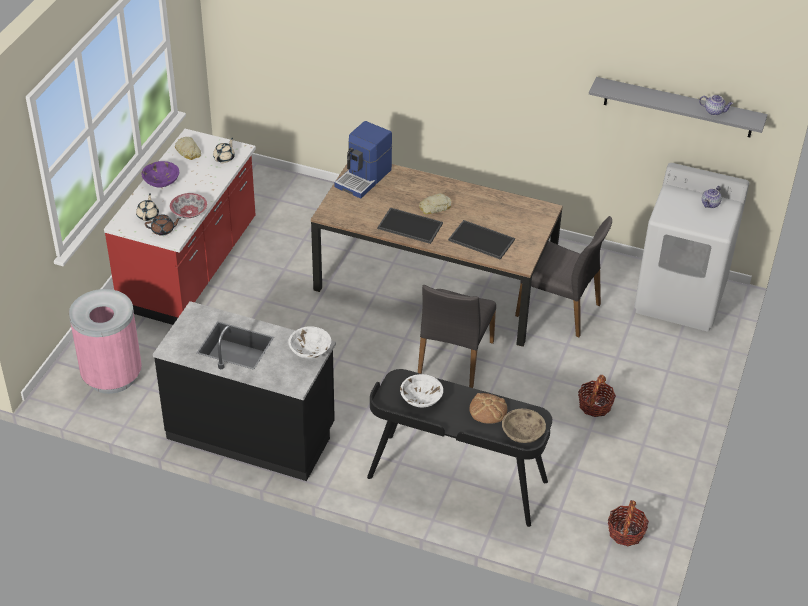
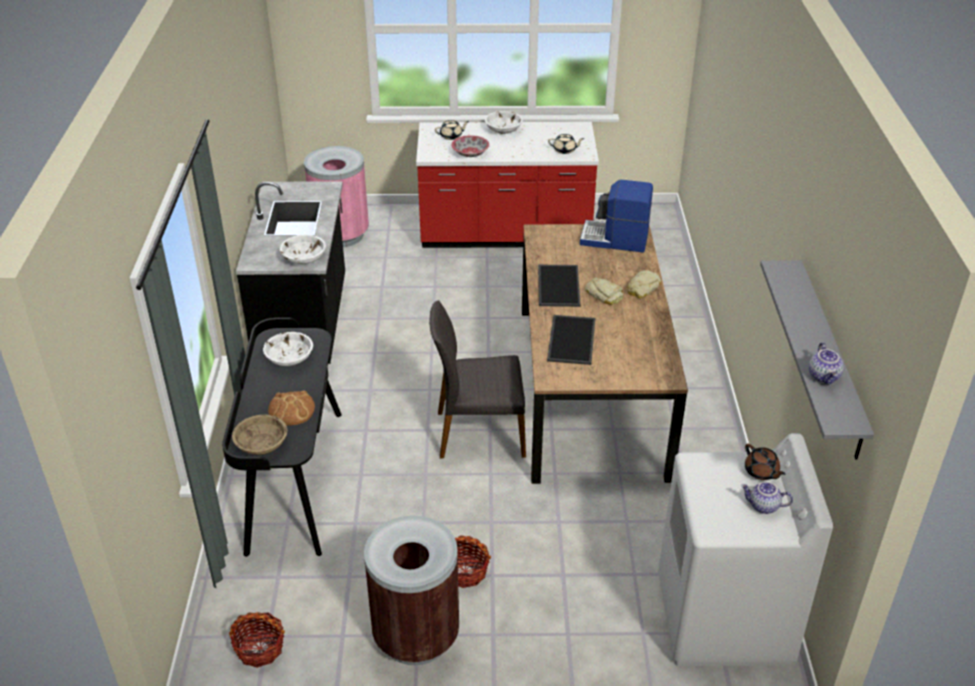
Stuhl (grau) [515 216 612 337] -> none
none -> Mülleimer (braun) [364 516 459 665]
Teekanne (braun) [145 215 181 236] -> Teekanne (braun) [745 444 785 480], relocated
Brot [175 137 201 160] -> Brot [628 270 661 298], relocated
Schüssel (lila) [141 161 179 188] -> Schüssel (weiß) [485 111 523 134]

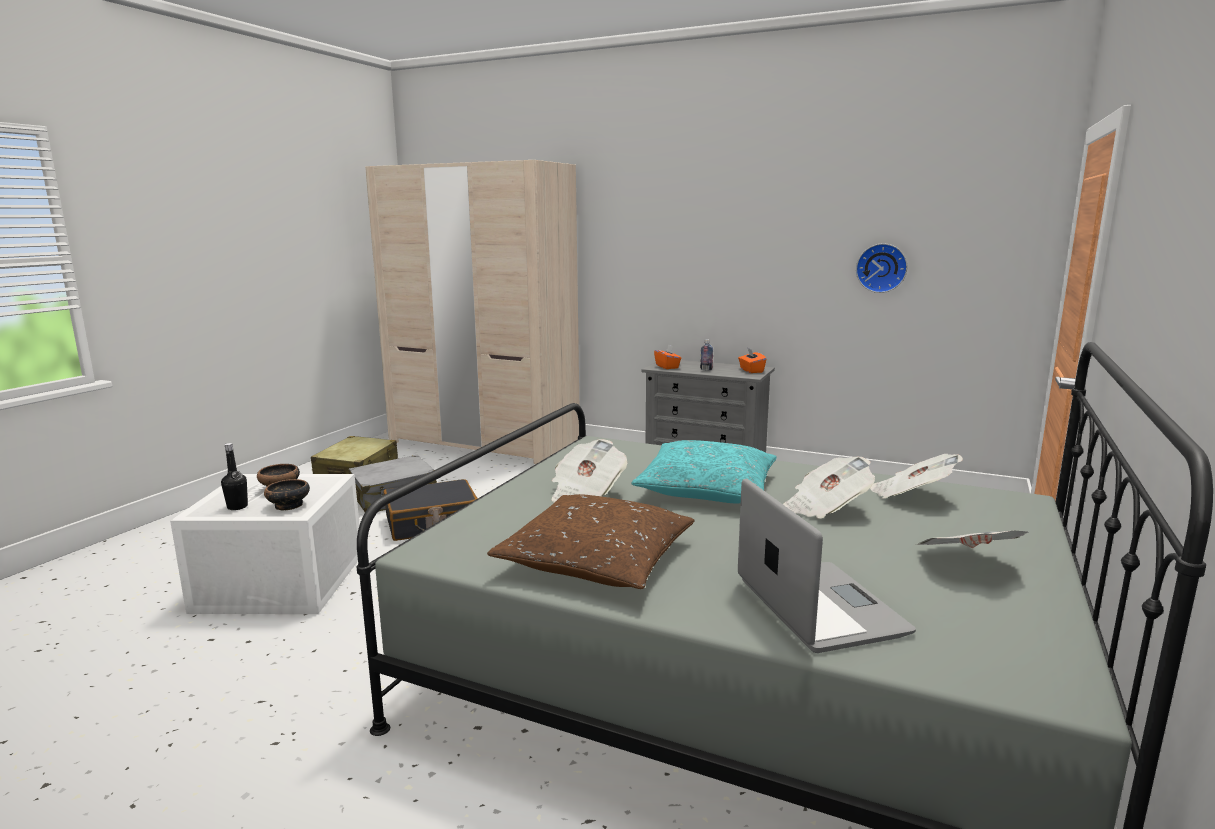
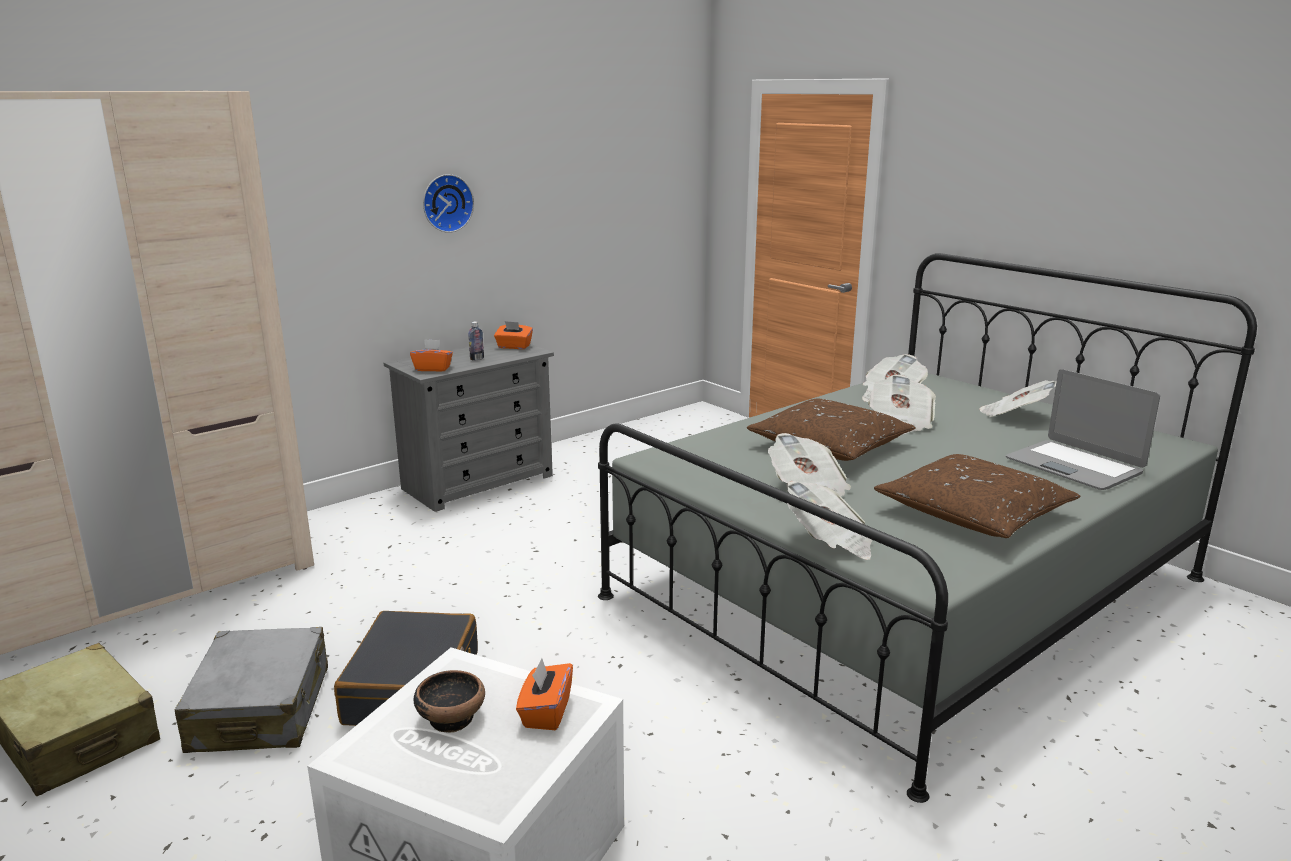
Flasche (schwarz) [221 443 248 510] -> none
none -> Zeitung [787 481 872 560]
Wanduhr [856 243 907 293] -> Wanduhr [423 174 474 233], relocated
Schüssel [264 479 310 510] -> Taschentuchbox (orange) [516 658 573 730]
Kissen (türkis) [632 440 777 503] -> Kissen (braun) [747 399 916 461]
Laptop [738 479 916 653] -> Laptop [1006 369 1160 490], 135 degrees counterclockwise

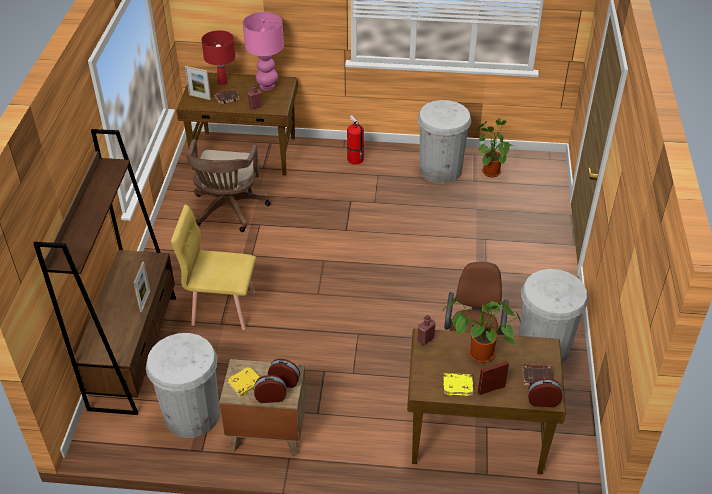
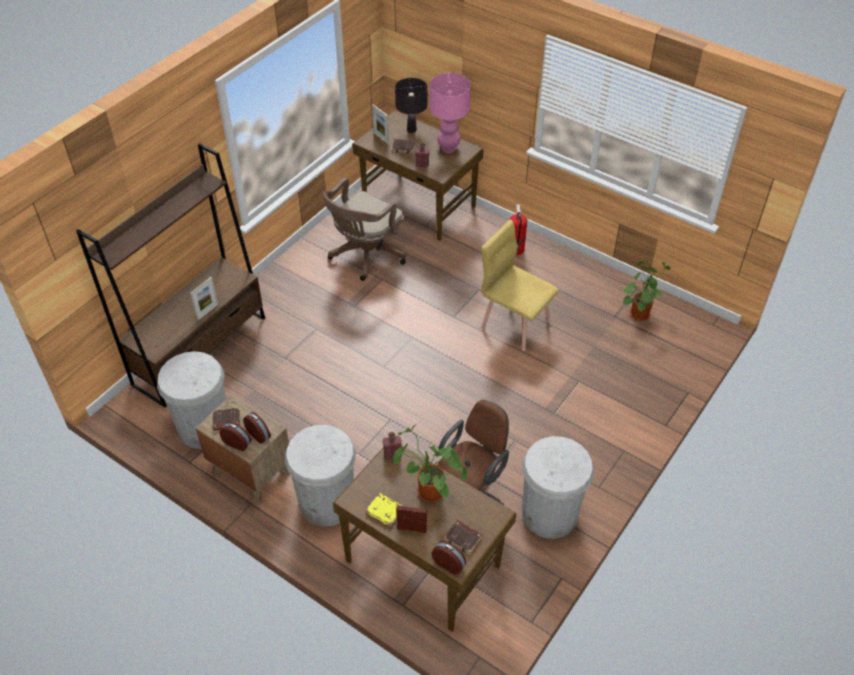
Stuhl (gelb) [171 205 256 330] -> Stuhl (gelb) [481 219 559 351], relocated
Mülleimer (weiß) [418 100 471 184] -> Mülleimer (weiß) [285 425 356 526], relocated
Tischlampe (rot) [201 30 235 85] -> Tischlampe (schwarz) [395 78 428 133]
Buch (gelb) [227 366 260 396] -> Buch (braun) [212 408 240 431]

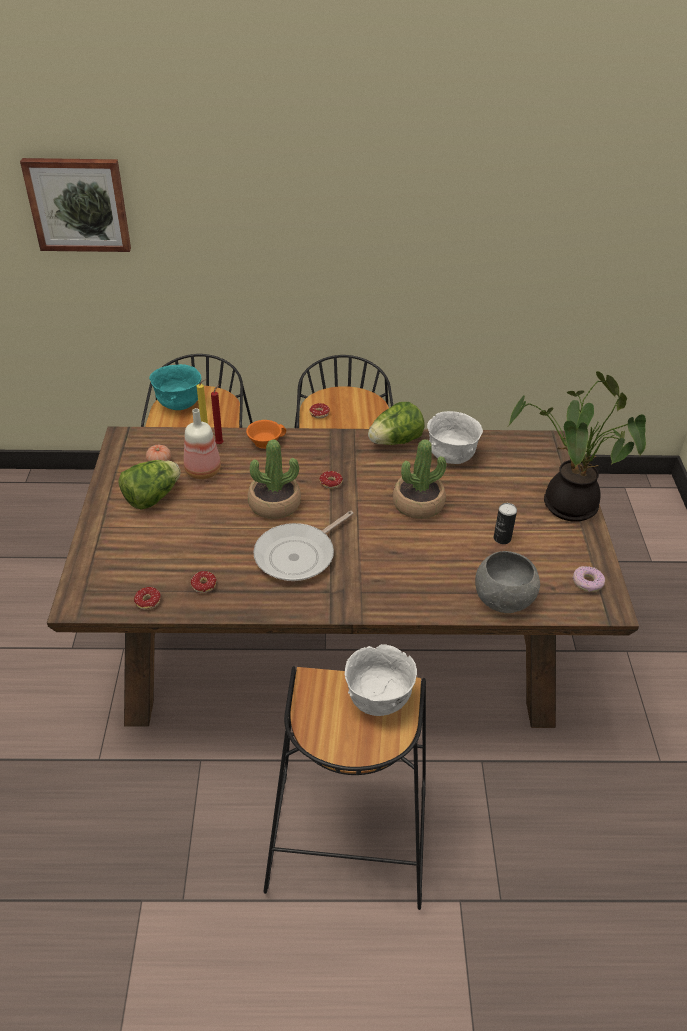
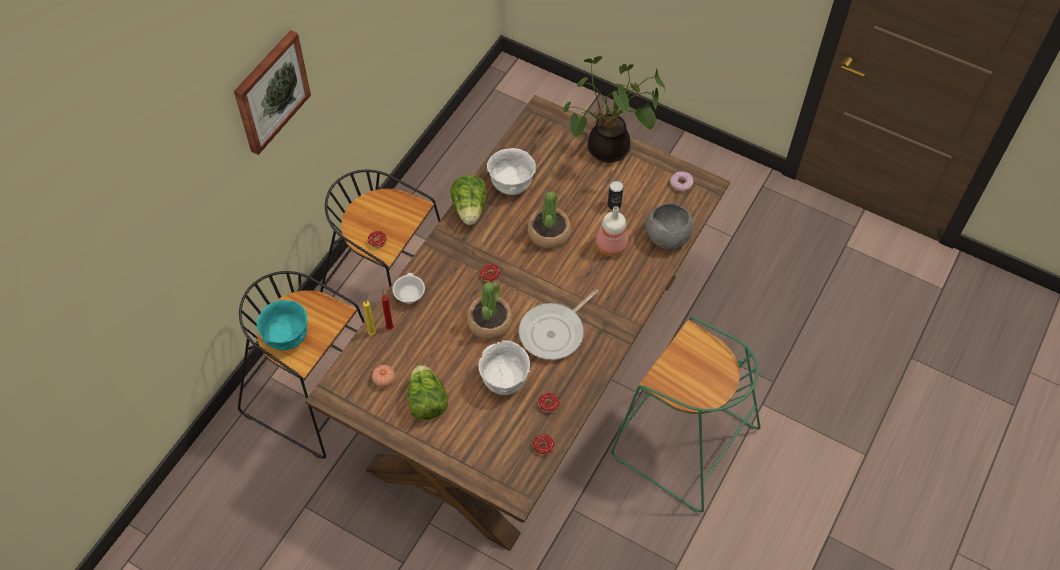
Bild [20 158 131 252] -> Bild [234 30 311 155], relocated
Flasche [184 408 221 479] -> Flasche [596 206 628 257], relocated
Schüssel (weiß) [345 644 417 716] -> Schüssel (weiß) [478 340 530 395], relocated
Tasse (orange) [246 420 286 449] -> Tasse (weiß) [392 273 425 304]
Hocker (schwarz) [264 666 426 910] -> Hocker (grün) [611 317 761 512]
Pfanne [253 511 354 581] -> Pfanne [519 289 599 360], 60 degrees clockwise

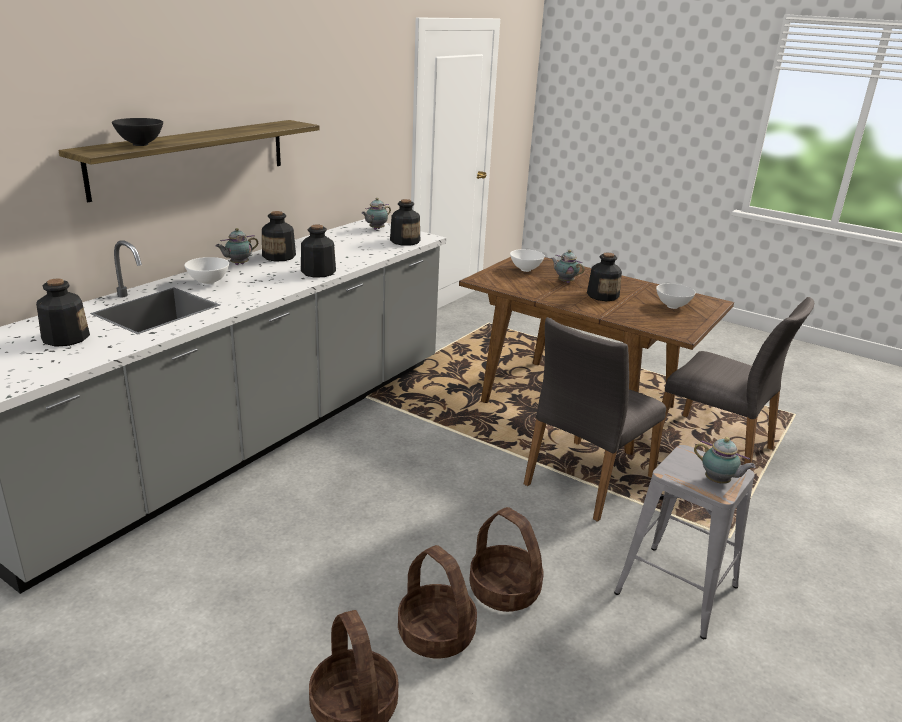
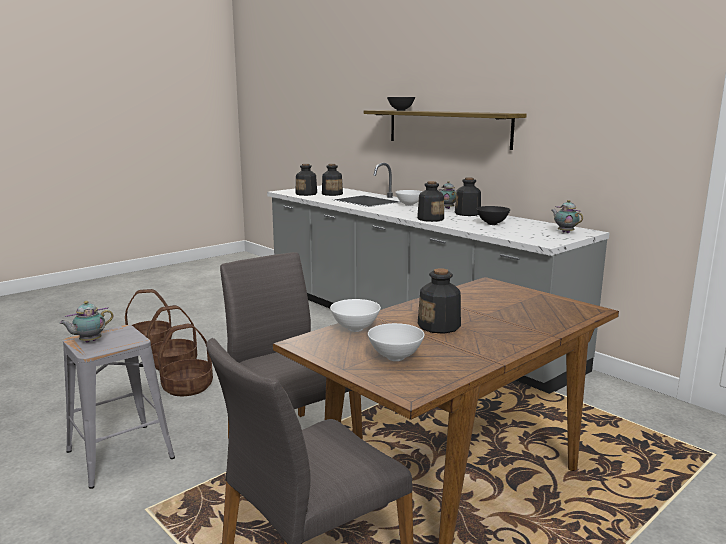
Teekanne [551 250 584 283] -> none
none -> Schüssel (schwarz) [476 206 510 225]
Flasche [390 199 420 246] -> Flasche [295 164 317 196], relocated
Schüssel (weiß) [510 249 545 272] -> Schüssel (weiß) [330 299 381 332], relocated

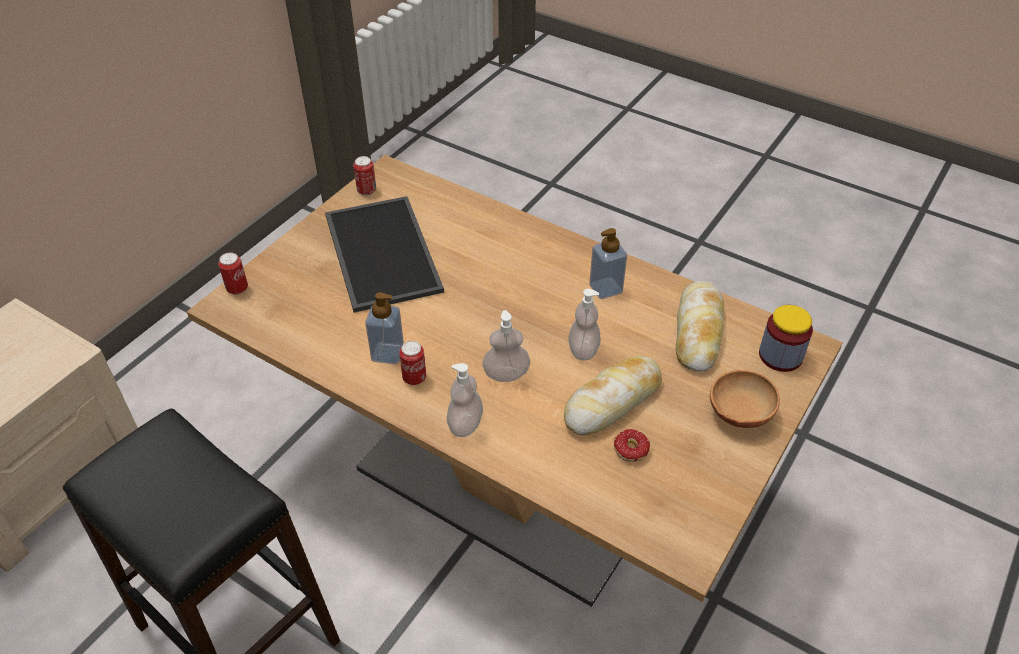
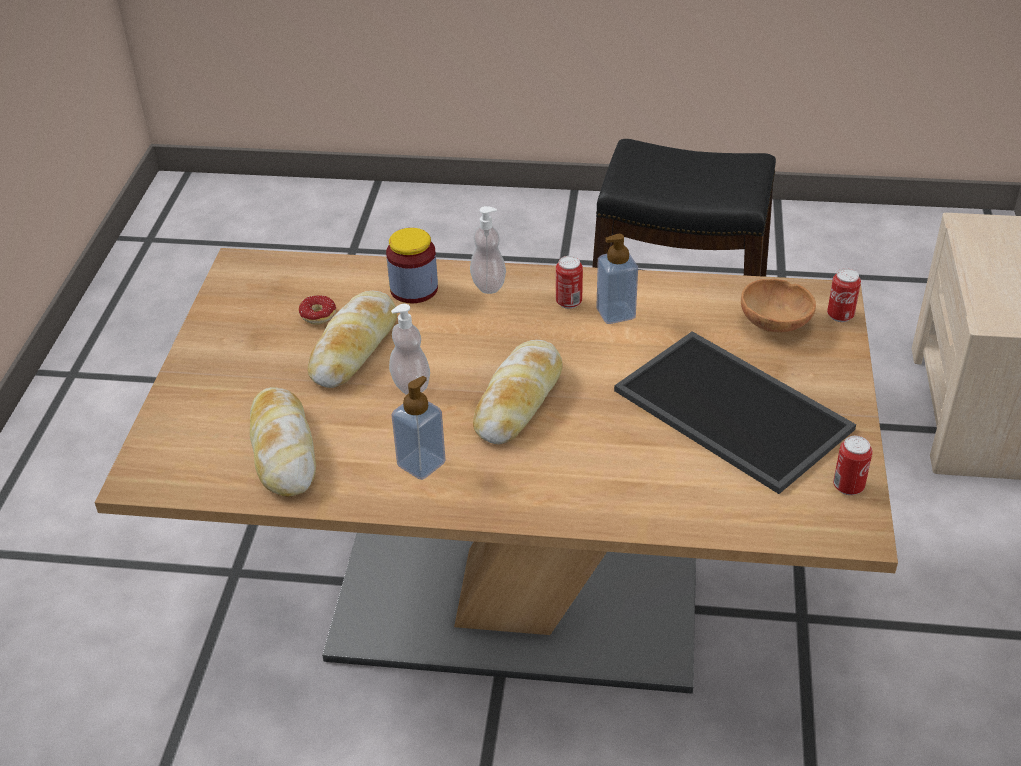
Seifenspender [483 310 530 382] -> none
none -> Brot [473 340 562 445]
Schüssel (braun) [710 370 780 428] -> Schüssel (braun) [741 279 816 332], relocated
Vorratsglas [759 305 813 372] -> Vorratsglas [386 228 438 303], relocated

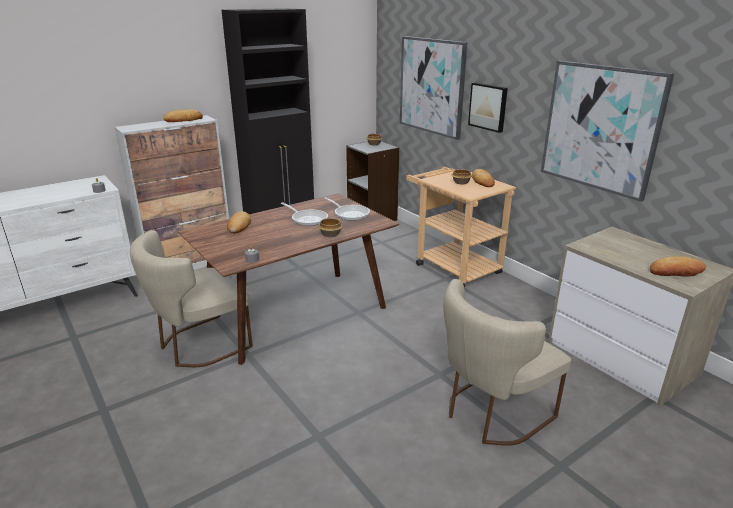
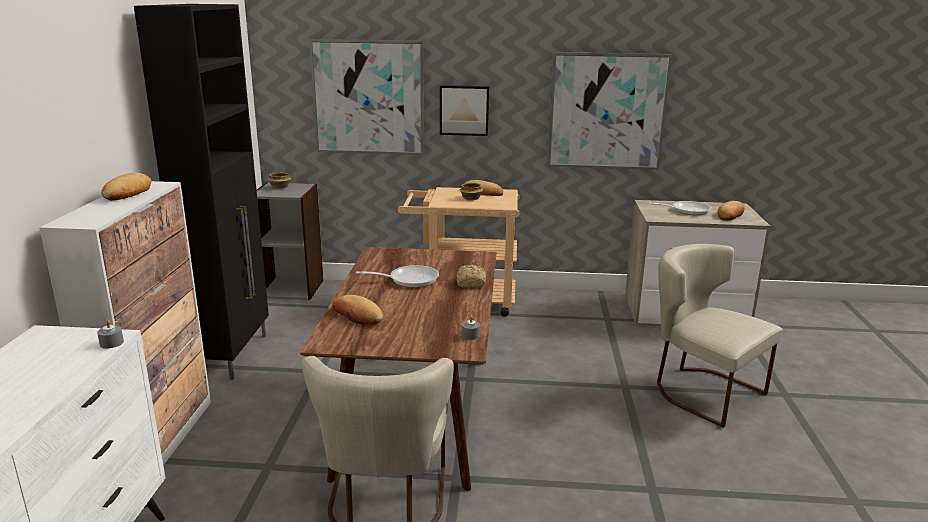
Pfanne [324 197 370 221] -> Pfanne [649 201 712 215], relocated
Schüssel [318 218 343 237] -> Brot [457 265 486 288]
Stuhl (beige) [443 279 572 446] -> Stuhl (beige) [657 244 783 428], 135 degrees clockwise

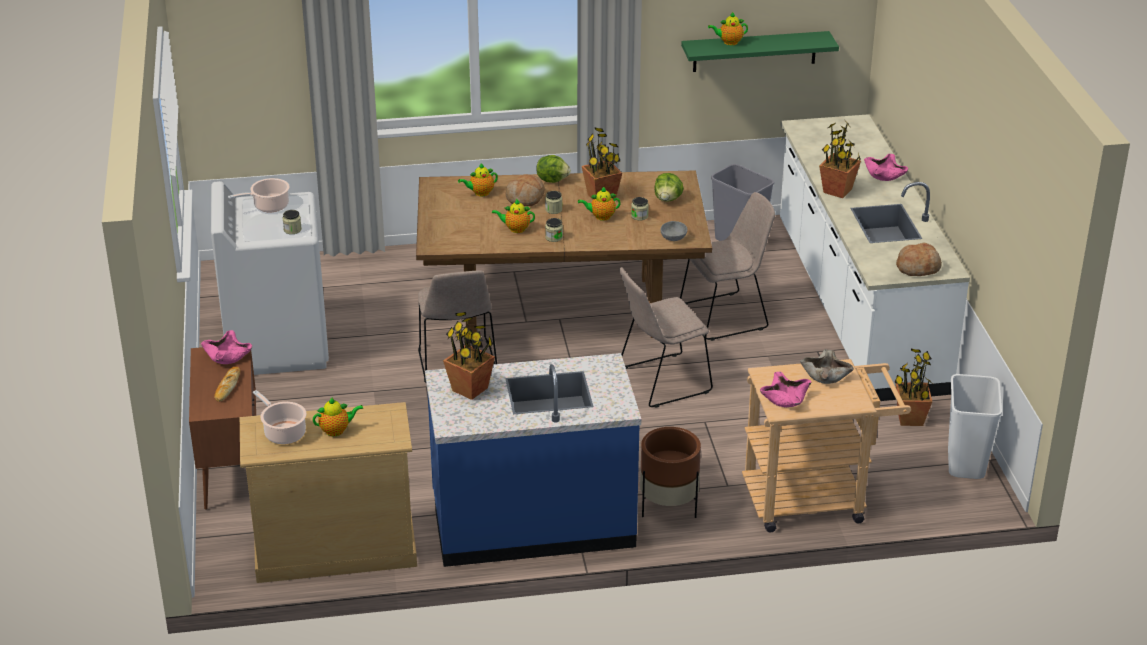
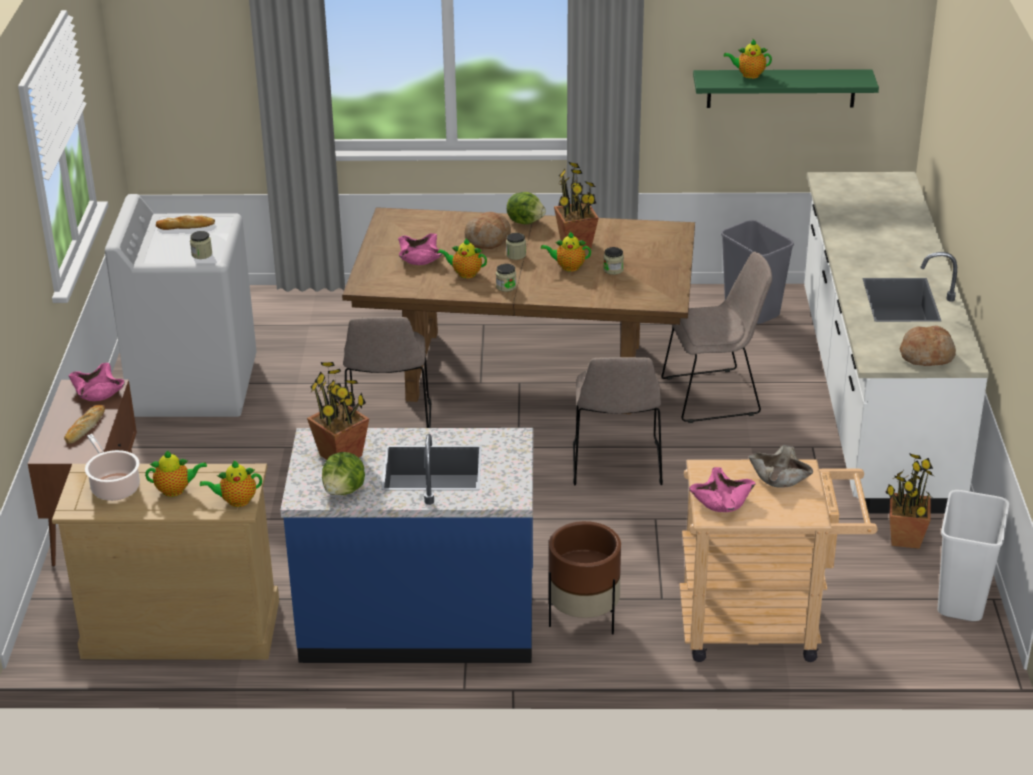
Schüssel (grau) [660 221 687 241] -> none
Topfpflanze [819 122 861 198] -> none
Teekanne [458 163 498 197] -> Teekanne [200 460 262 507], relocated
Salatkopf [654 173 684 201] -> Salatkopf [322 452 365 495], relocated
Schüssel (rosa) [864 154 908 181] -> Schüssel (rosa) [398 233 442 265], relocated
Kochtopf [228 178 290 212] -> Brot [156 215 215 230]
Stuhl (beige) [620 267 713 408] -> Stuhl (beige) [573 357 663 485], 75 degrees counterclockwise

